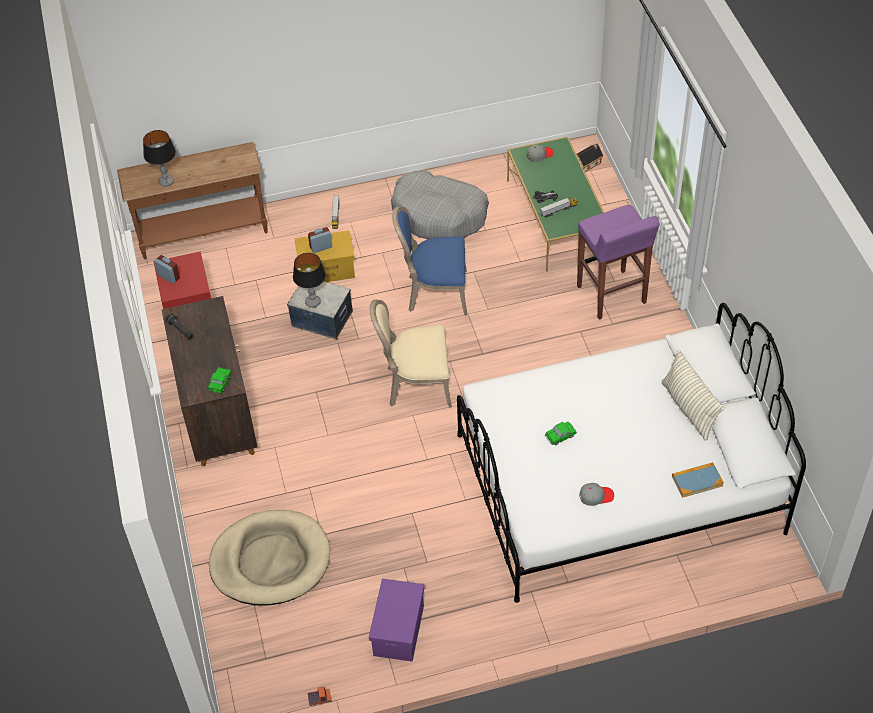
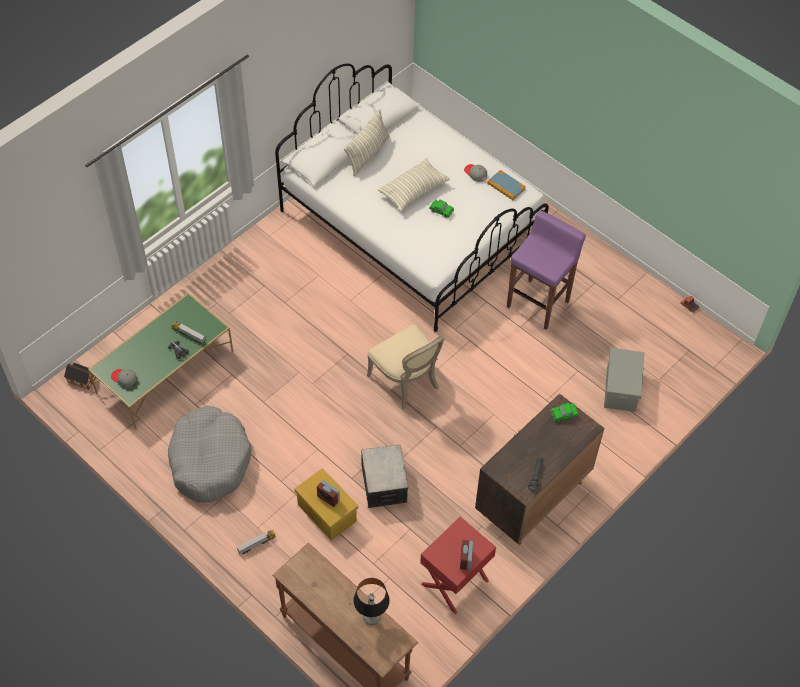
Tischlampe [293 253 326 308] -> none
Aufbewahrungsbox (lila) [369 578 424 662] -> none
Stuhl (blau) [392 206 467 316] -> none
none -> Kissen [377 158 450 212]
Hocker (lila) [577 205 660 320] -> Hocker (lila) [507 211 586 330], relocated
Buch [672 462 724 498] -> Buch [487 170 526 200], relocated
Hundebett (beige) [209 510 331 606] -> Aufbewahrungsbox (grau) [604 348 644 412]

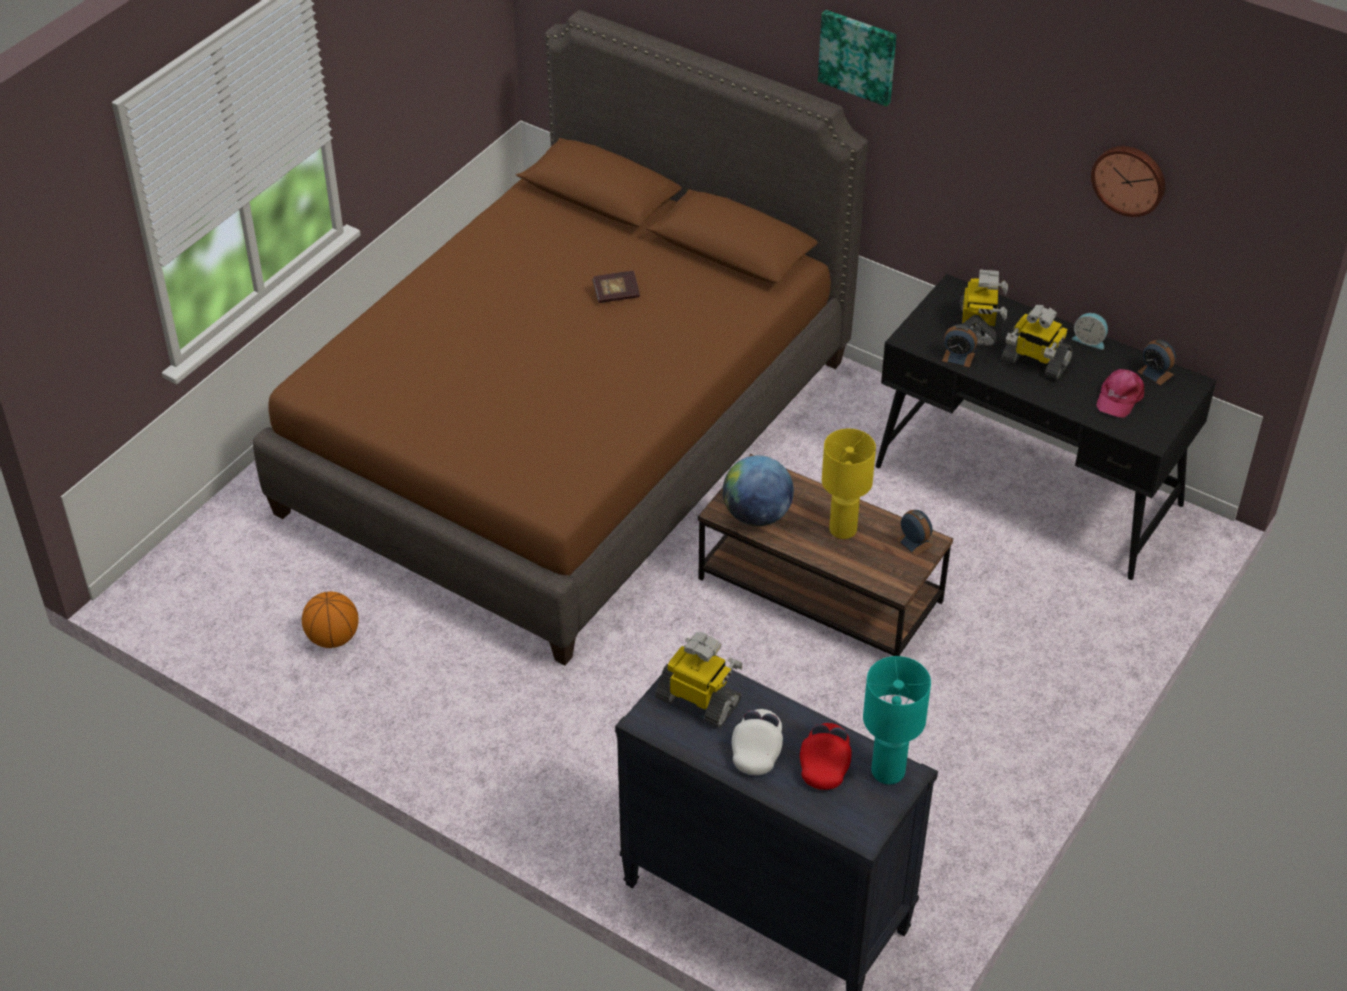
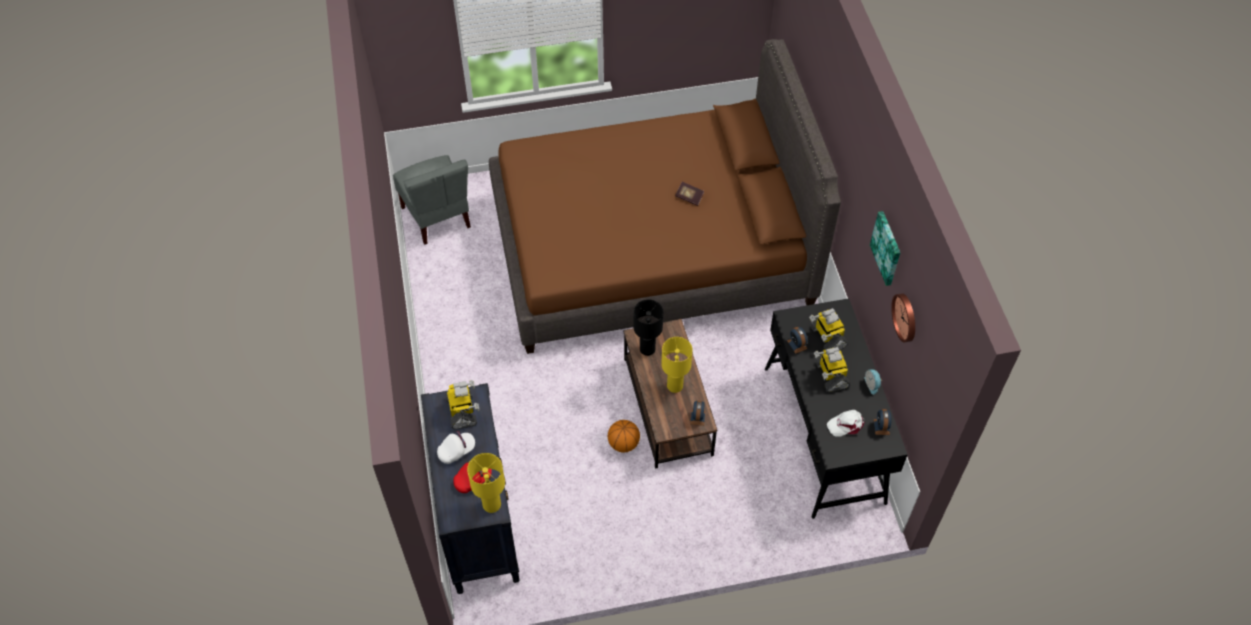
none -> Stuhl (grau) [393 155 471 245]
Basketball [302 591 359 648] -> Basketball [608 420 640 453], relocated
Bild [818 10 896 107] -> Bild [870 211 900 286], relocated
Globus [723 455 794 526] -> Tischlampe (schwarz) [633 300 663 356]
Tischlampe (türkis) [863 656 931 784] -> Tischlampe (gelb) [467 453 505 513]
Kappe (rosa) [1096 369 1144 418] -> Kappe (weiß) [827 410 865 437]
Spielzeugroboter [959 269 1008 347] -> Spielzeugroboter [809 308 848 350], 105 degrees clockwise

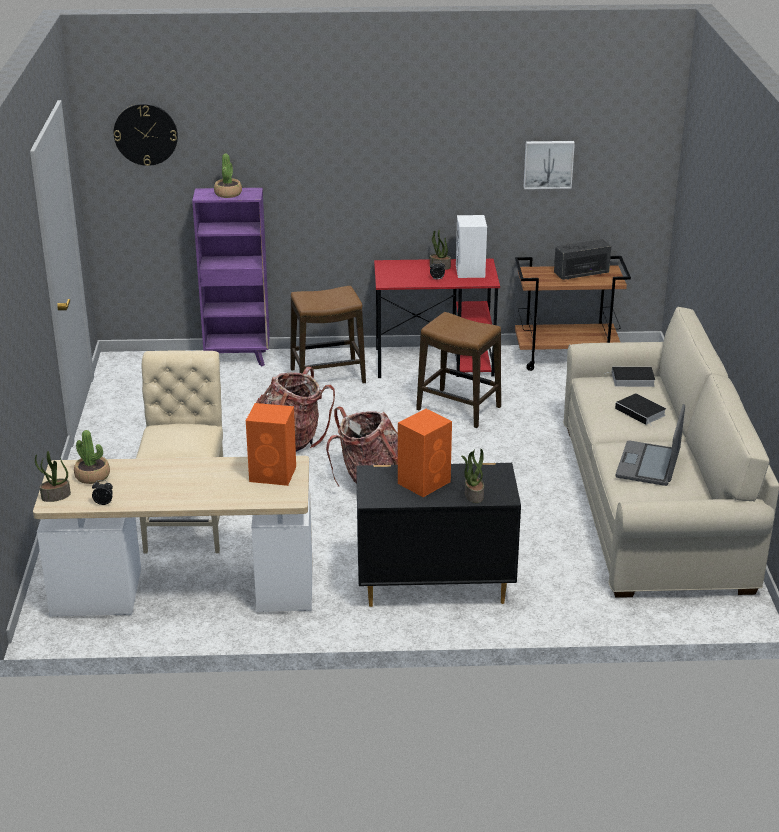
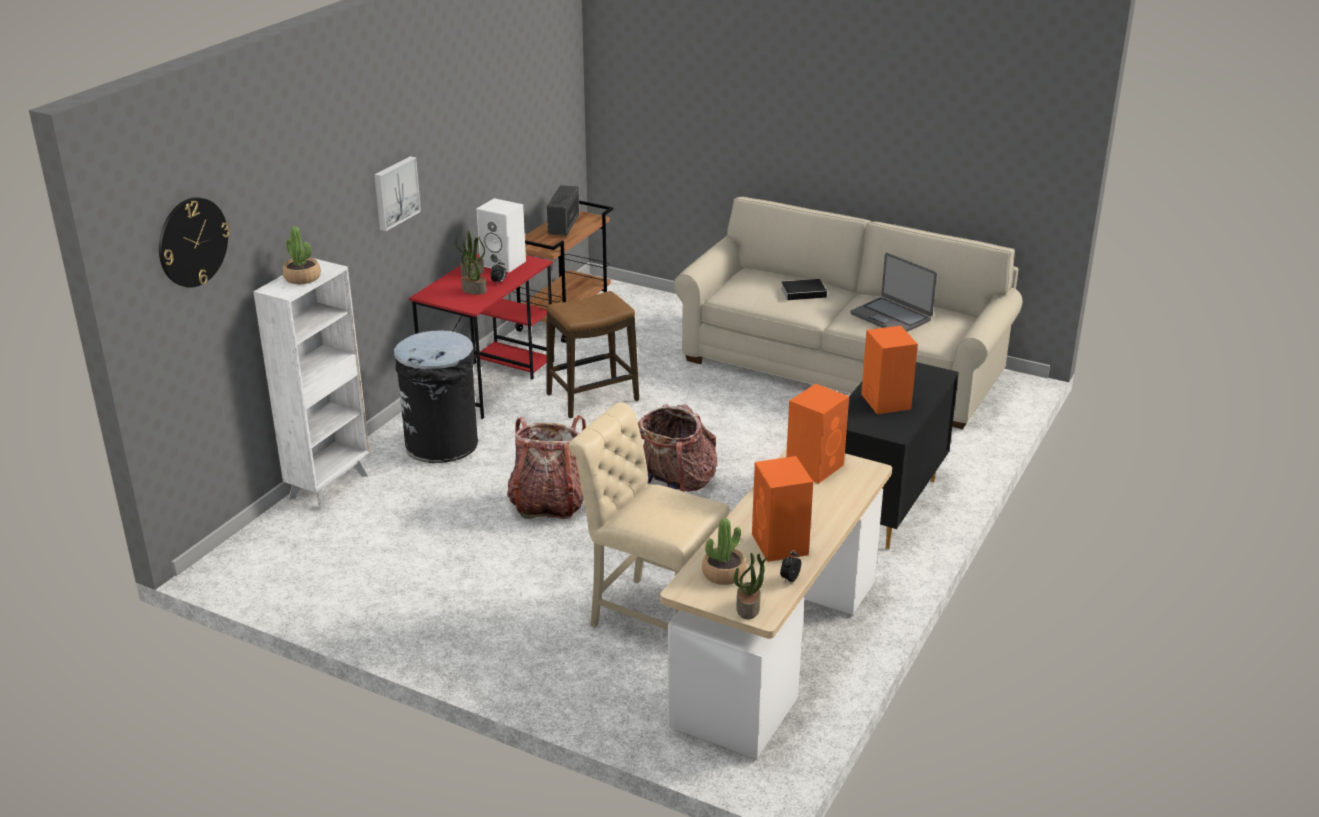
Buch [604 367 655 387] -> none
none -> Lautsprecher (orange) [752 456 813 562]
Topfpflanze [461 449 484 503] -> Topfpflanze [461 247 487 295], relocated
Bild [524 141 575 189] -> Bild [374 156 421 231], relocated
Hocker [291 286 366 384] -> Mülleimer (schwarz) [394 330 478 463]
Bücherregal (lila) [192 188 270 366] -> Bücherregal (weiß) [253 258 370 510]

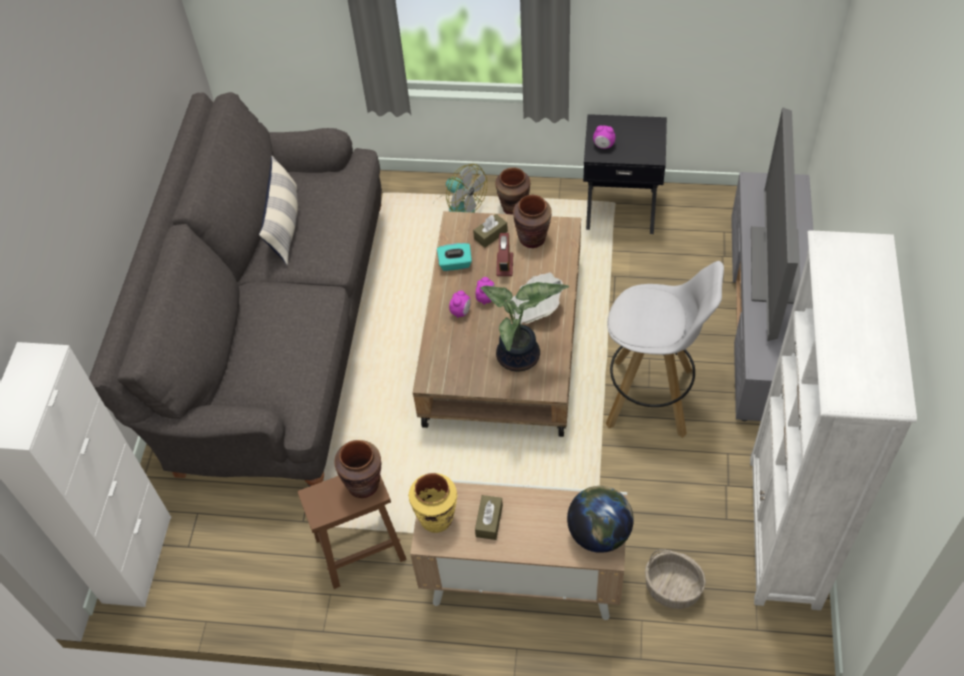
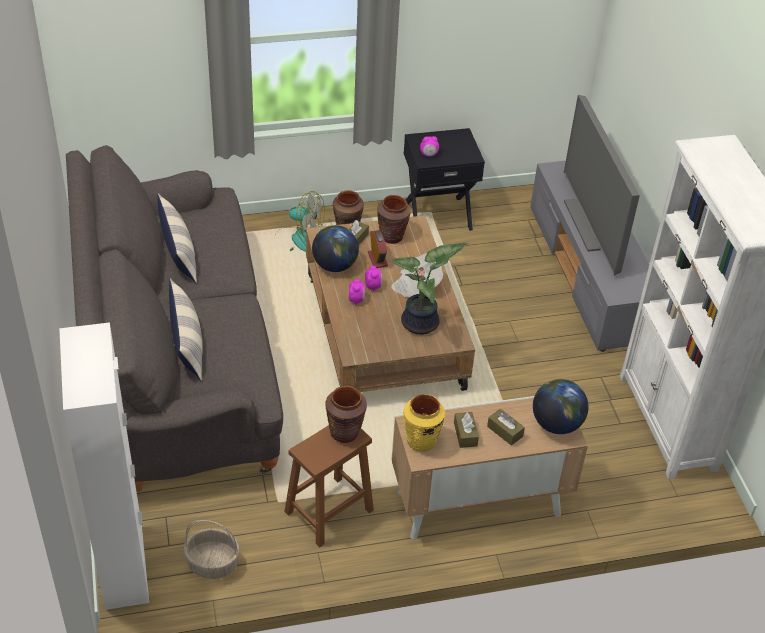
Hocker (weiß) [606 261 724 438] -> none
none -> Kissen [169 278 203 381]
none -> Taschentuchbox (braun) [487 409 525 446]
Korb [645 549 706 609] -> Korb [183 520 240 579], relocated
Taschentuchbox (türkis) [437 243 472 271] -> Globus [312 225 359 272]

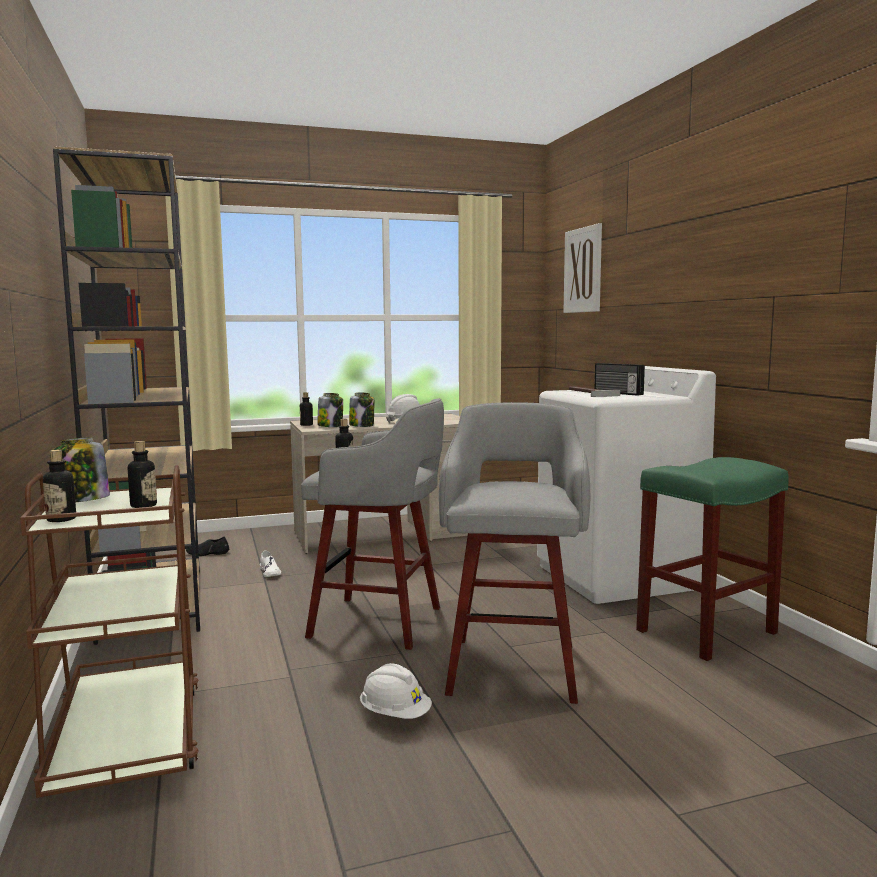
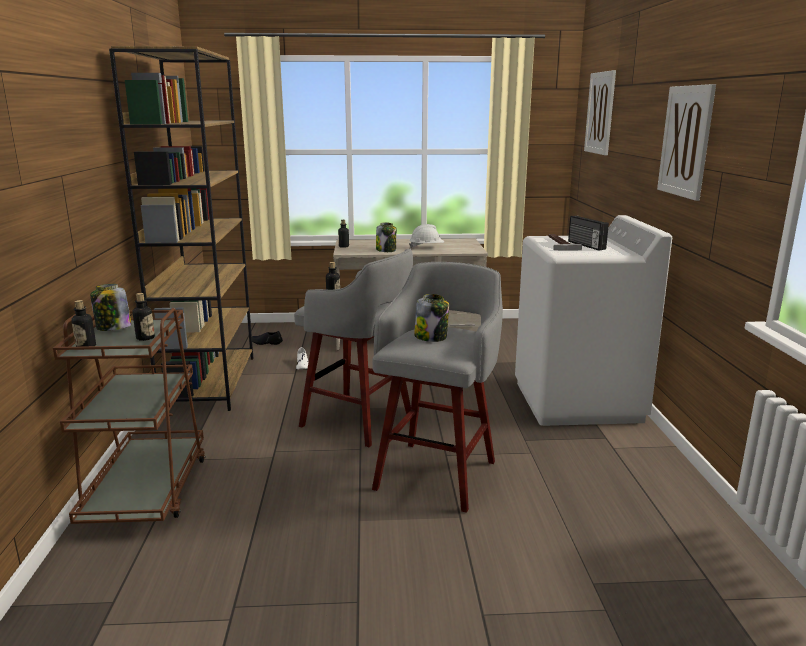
Schutzhelm (weiß) [360 663 432 719] -> none
Hocker (grün) [636 457 789 661] -> none
none -> Bild [657 84 716 201]
Vorratsglas [317 393 343 427] -> Vorratsglas [414 294 449 342], relocated

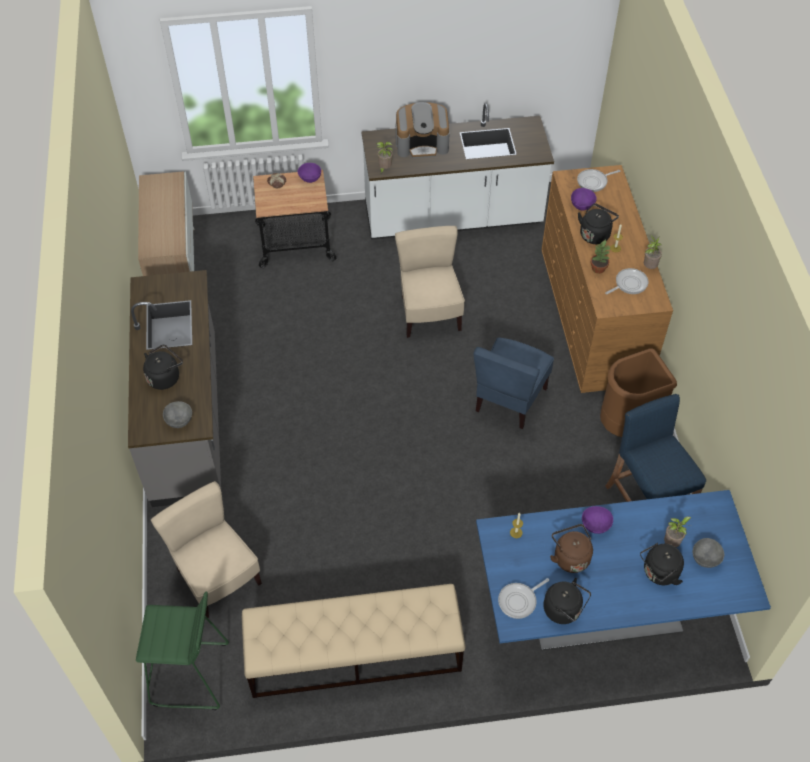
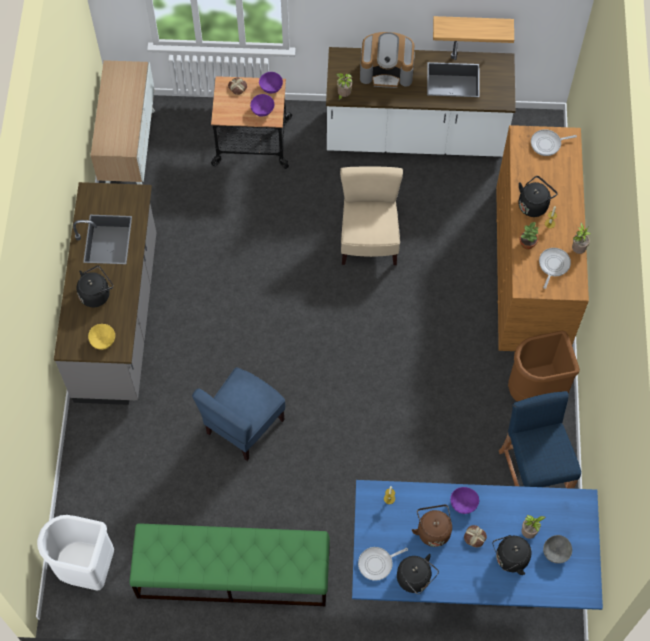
Stuhl (beige) [151 481 262 618] -> none
none -> Wandregal [433 16 514 43]
none -> Brot [464 525 487 547]
Stuhl (blau) [474 337 554 429] -> Stuhl (blau) [192 367 285 461], relocated
Schüssel (lila) [571 188 597 210] -> Schüssel (lila) [250 94 274 117], relocated
Hocker (grün) [136 591 229 710] -> Mülleimer (weiß) [37 515 114 591]
Schüssel (grau) [163 401 192 428] -> Schüssel (gelb) [88 324 115 350]
Bank (beige) [242 584 466 698] -> Bank (grün) [129 523 330 606]
Pfanne [605 268 648 294] -> Pfanne [539 248 571 289], 45 degrees counterclockwise

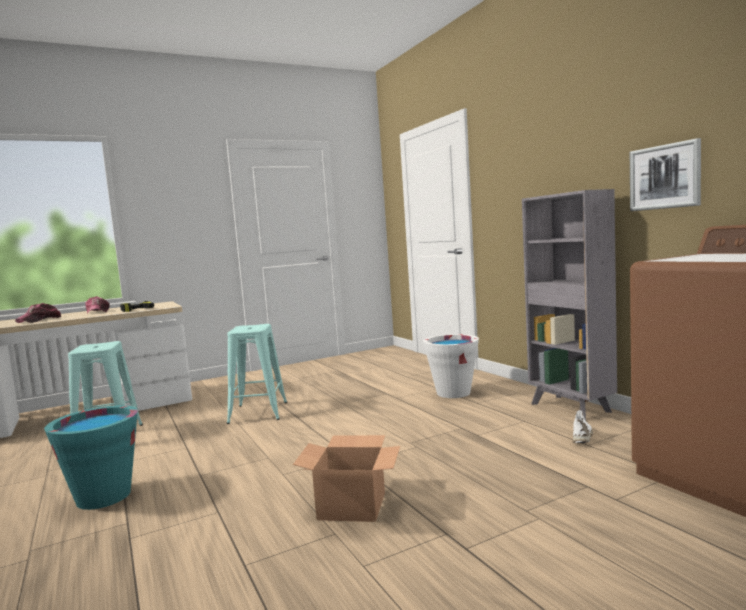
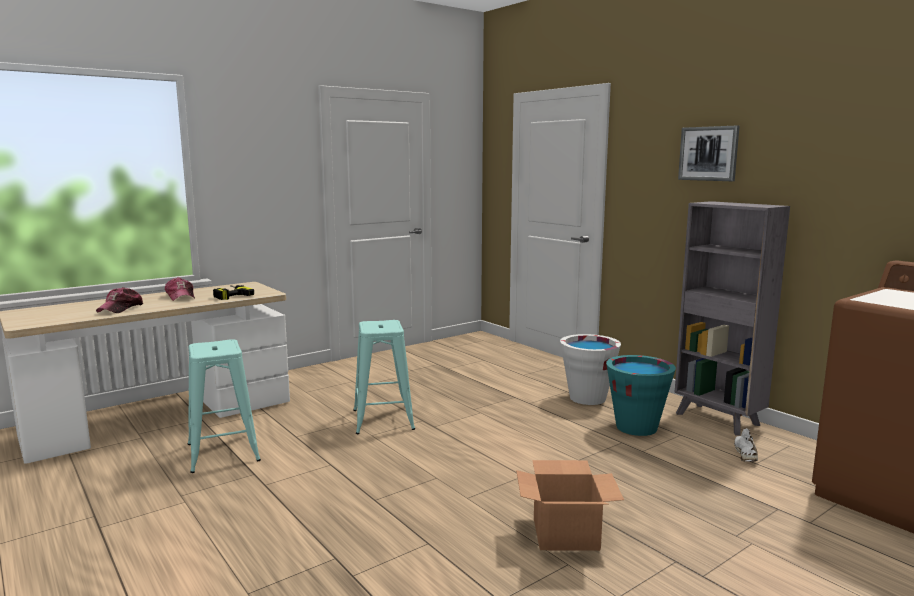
Eimer (türkis) [44 405 138 510] -> Eimer (türkis) [606 355 676 436], relocated
Bild [630 138 701 211] -> Bild [678 126 740 181], relocated

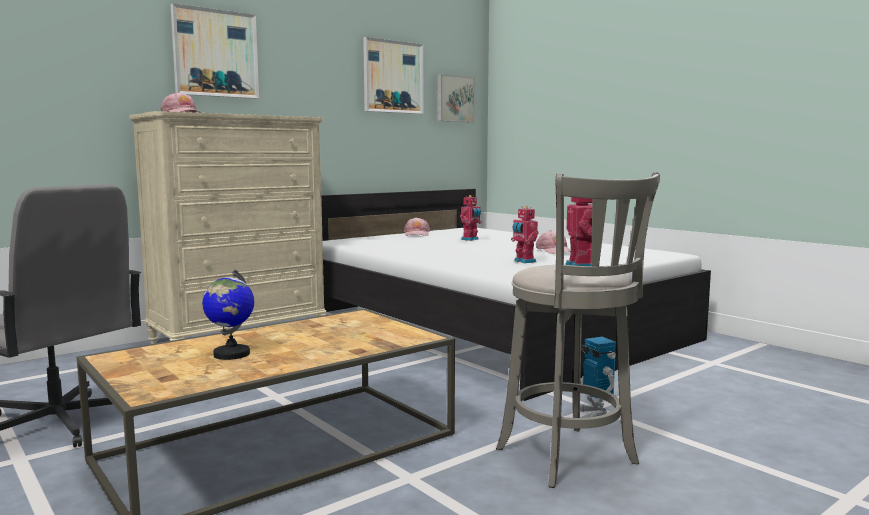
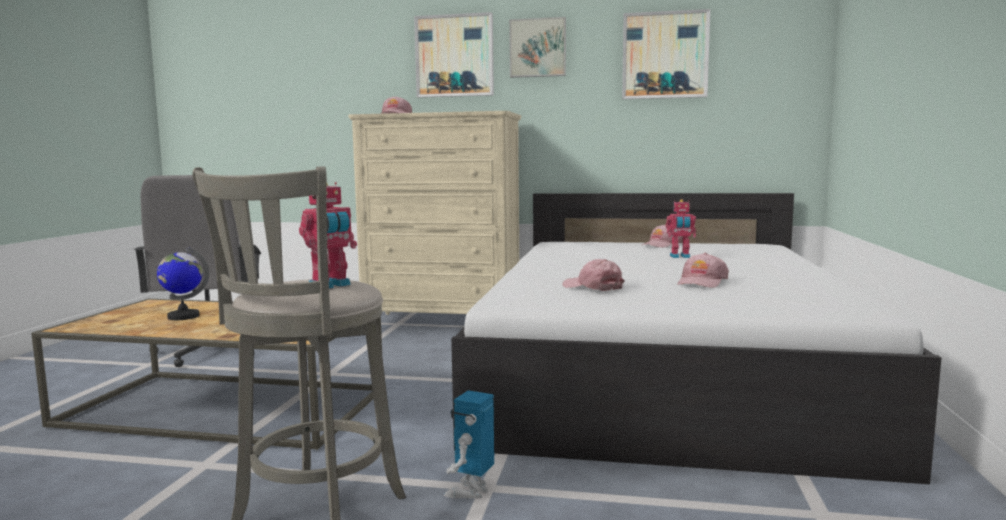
Bild [437 74 475 122] -> Bild [509 17 566 78], relocated
Spielzeugroboter [511 206 539 263] -> Kappe (rosa) [562 259 625 291]

